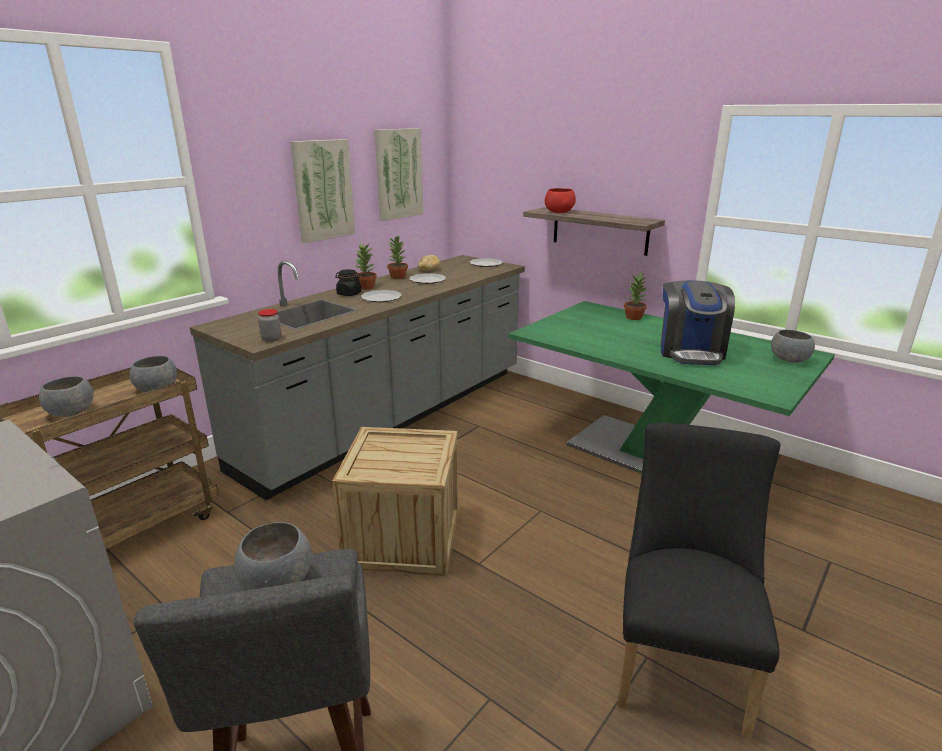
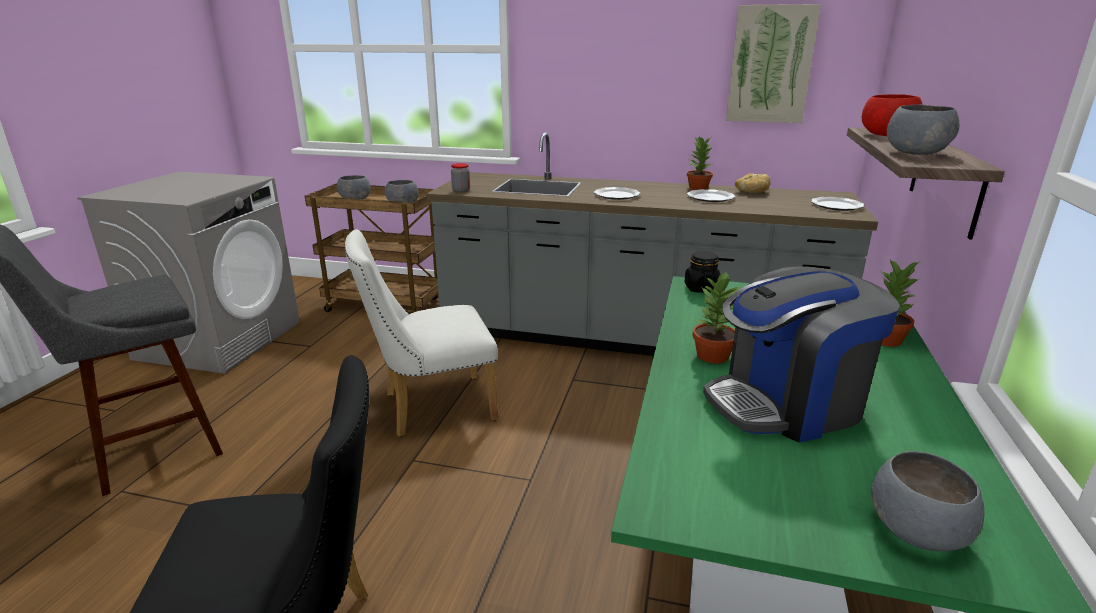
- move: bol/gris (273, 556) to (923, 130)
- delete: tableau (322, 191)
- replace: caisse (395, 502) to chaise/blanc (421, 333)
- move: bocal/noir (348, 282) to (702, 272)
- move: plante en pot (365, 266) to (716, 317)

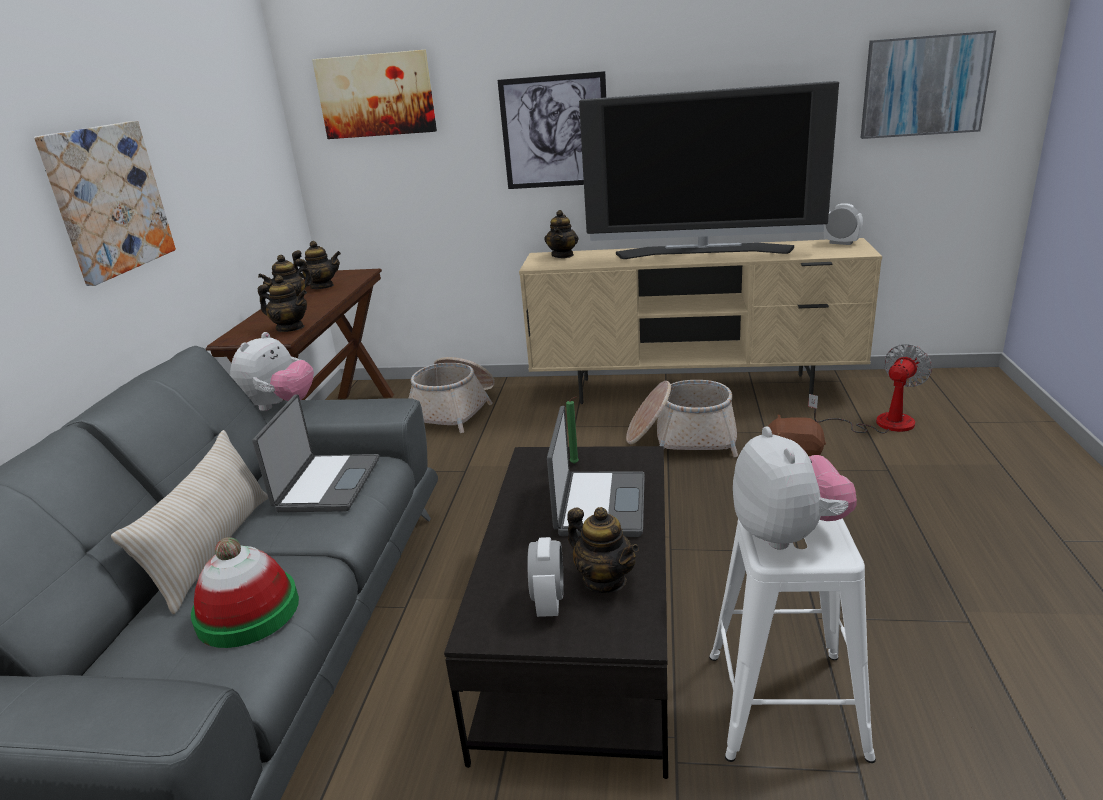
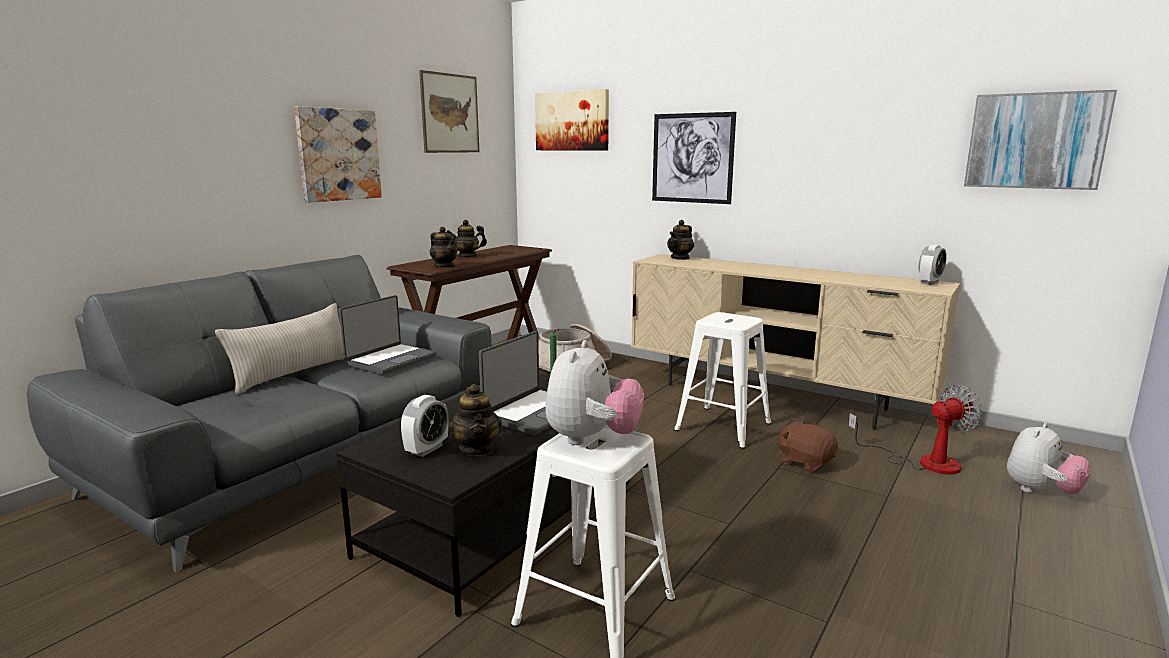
- delete: chapeau (245, 592)
- move: peluche (272, 371) to (1049, 458)
- delete: théière (316, 265)
- delete: téléviseur (709, 170)
- replace: panier (682, 418) to tabouret/blanc (723, 380)
- rotate: réveil (843, 224) = (933, 265) 75 degrees clockwise
- insert: tableau (449, 111)

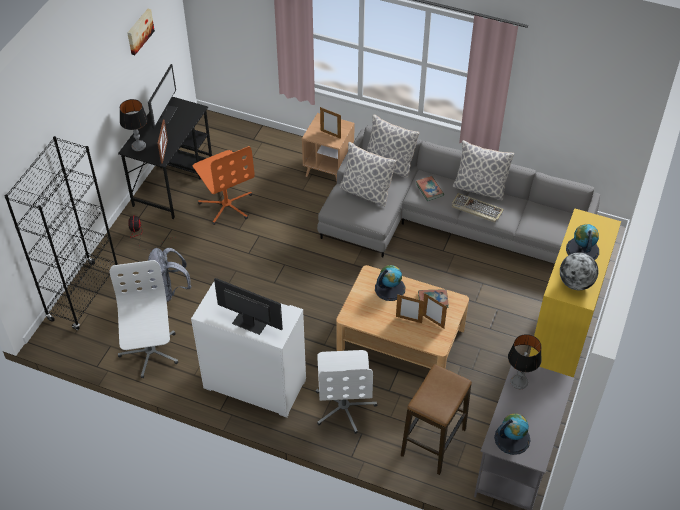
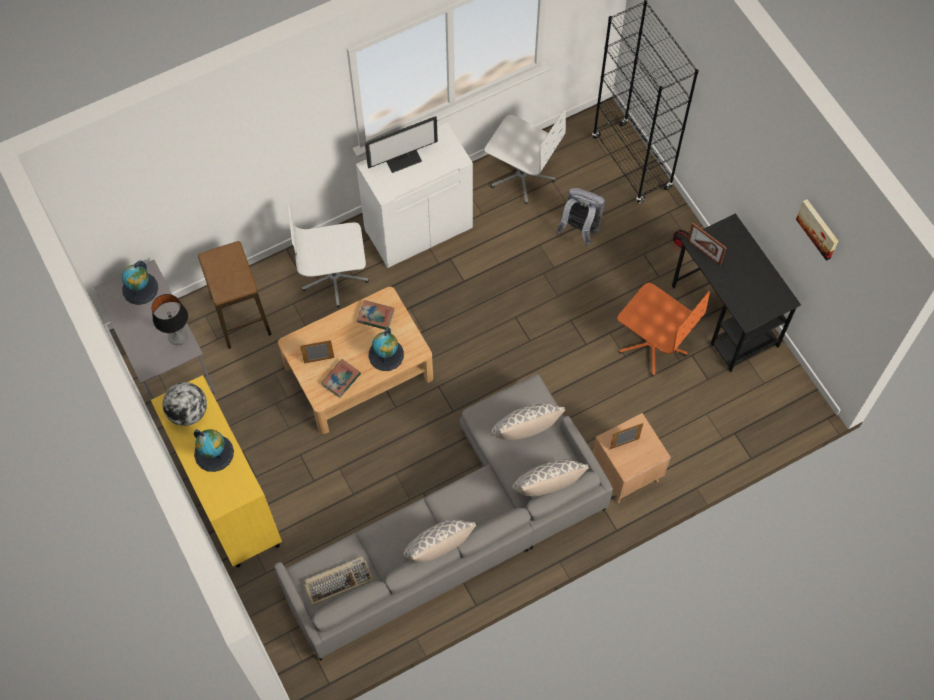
- delete: lampe de table (134, 125)
- delete: écran d'ordinateur (162, 96)
- rotate: chaise de bureau/orange (224, 185) = (664, 329) 150 degrees counterclockwise
- rotate: chaise de bureau/blanc (346, 392) = (328, 255) 45 degrees counterclockwise
- delete: cadre photo (410, 308)
- move: livre (430, 188) to (376, 315)
- move: clavier (477, 208) to (339, 581)

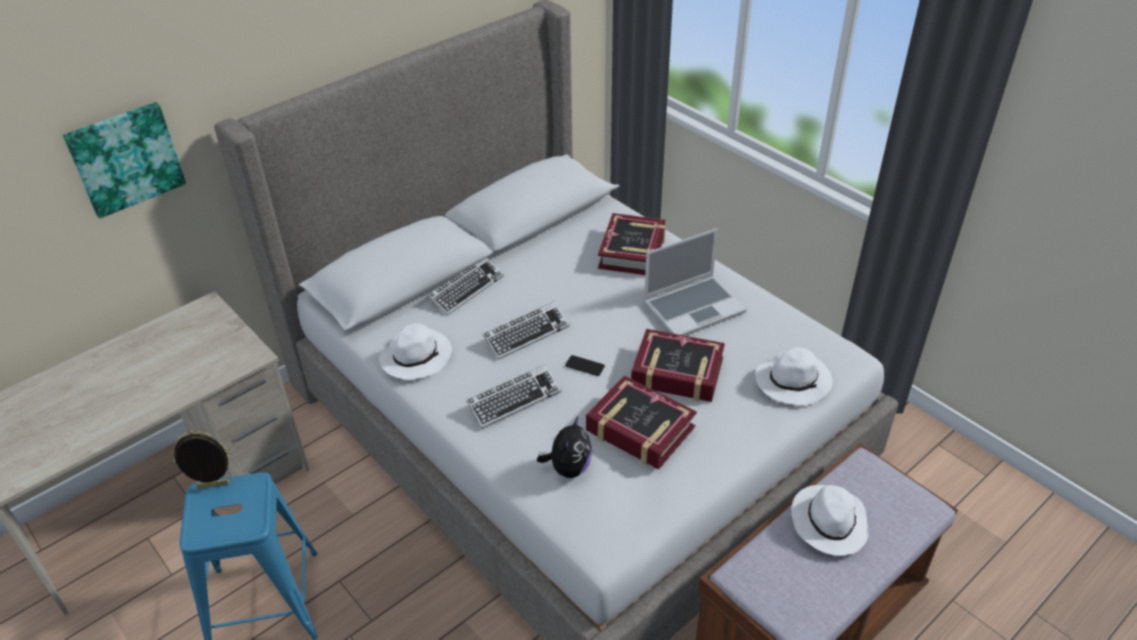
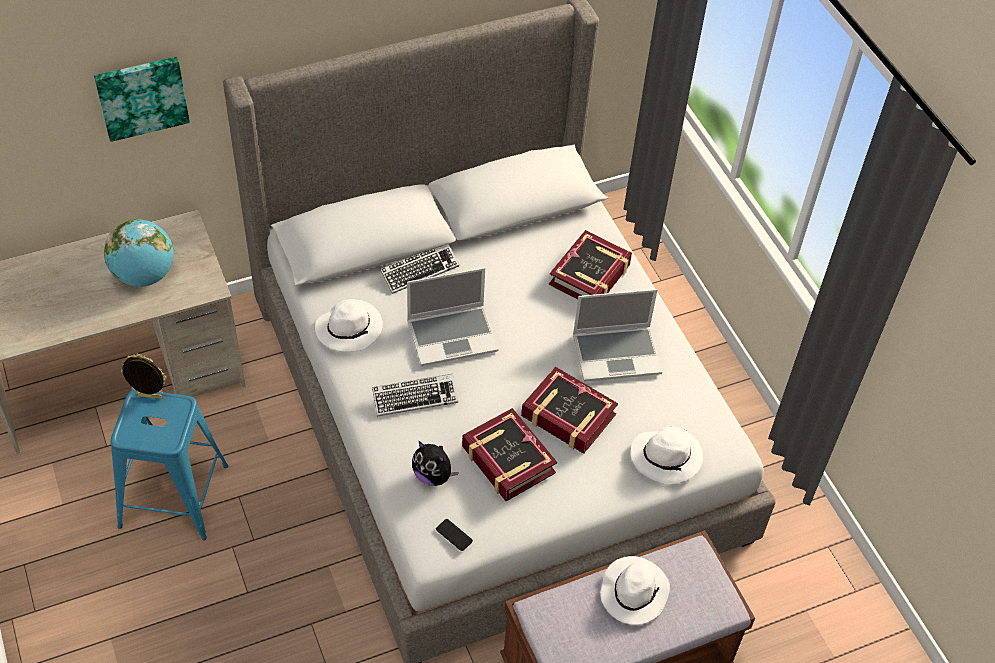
- replace: clavier (526, 331) to ordinateur portable (452, 316)
- rotate: peluche (564, 447) = (435, 463) 90 degrees clockwise
- move: téléphone (585, 365) to (454, 535)
- insert: globe (139, 253)

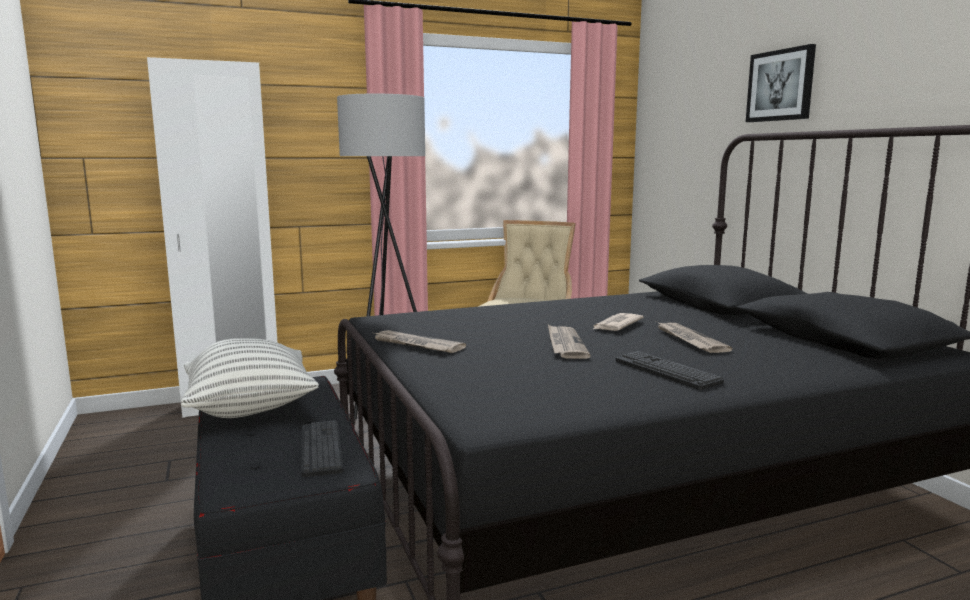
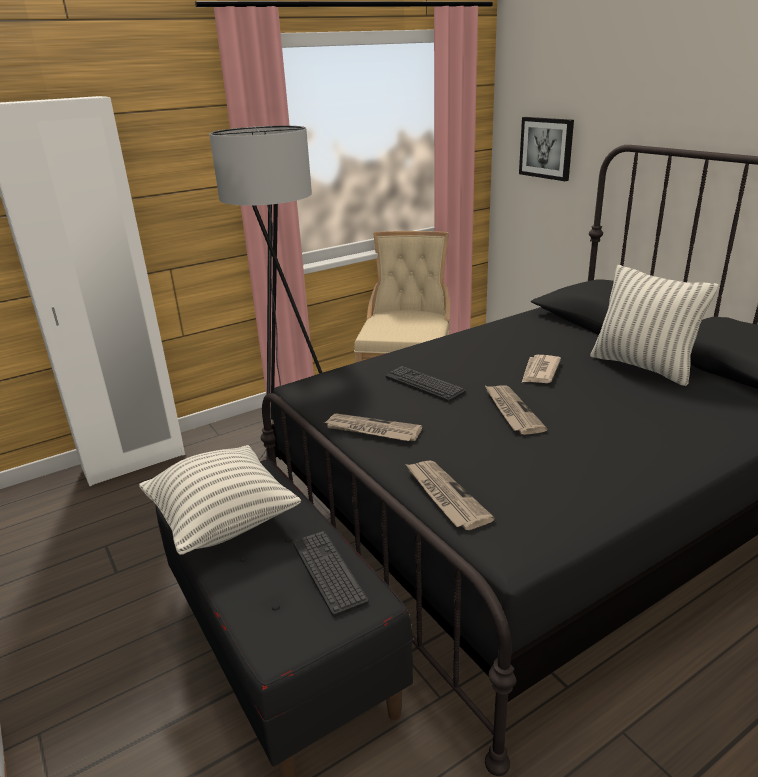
- move: clavier (670, 370) to (425, 384)
- move: journal (694, 337) to (450, 495)
- move: tableau (781, 83) to (546, 149)
- insert: coussin (654, 325)

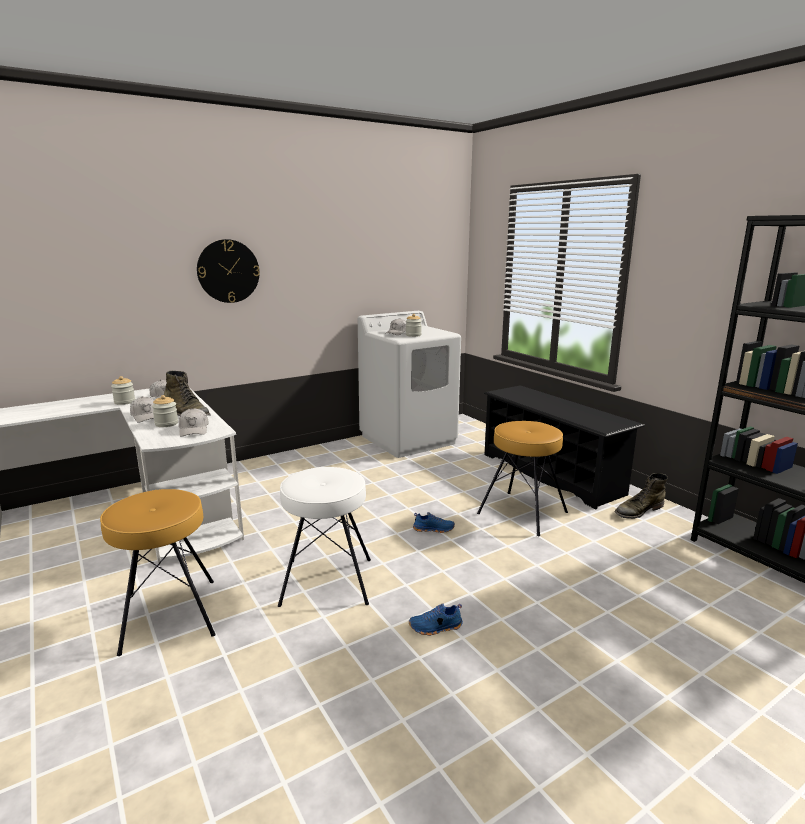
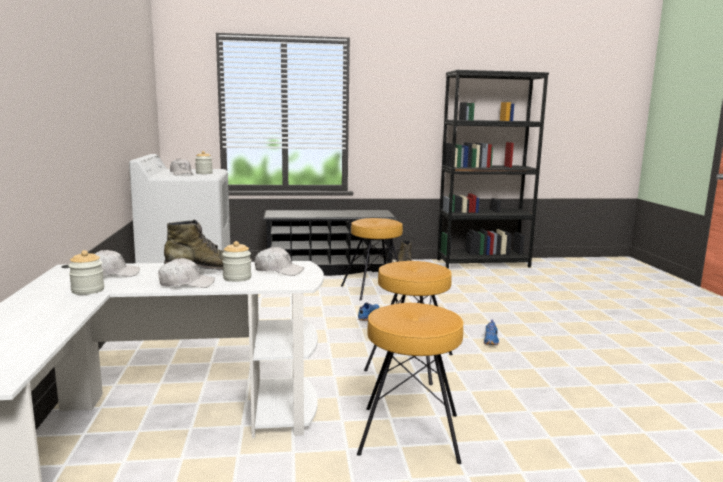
- delete: horloge murale (228, 271)
- recolor: tabouret/blanc (324, 537) to tabouret/marron (408, 323)

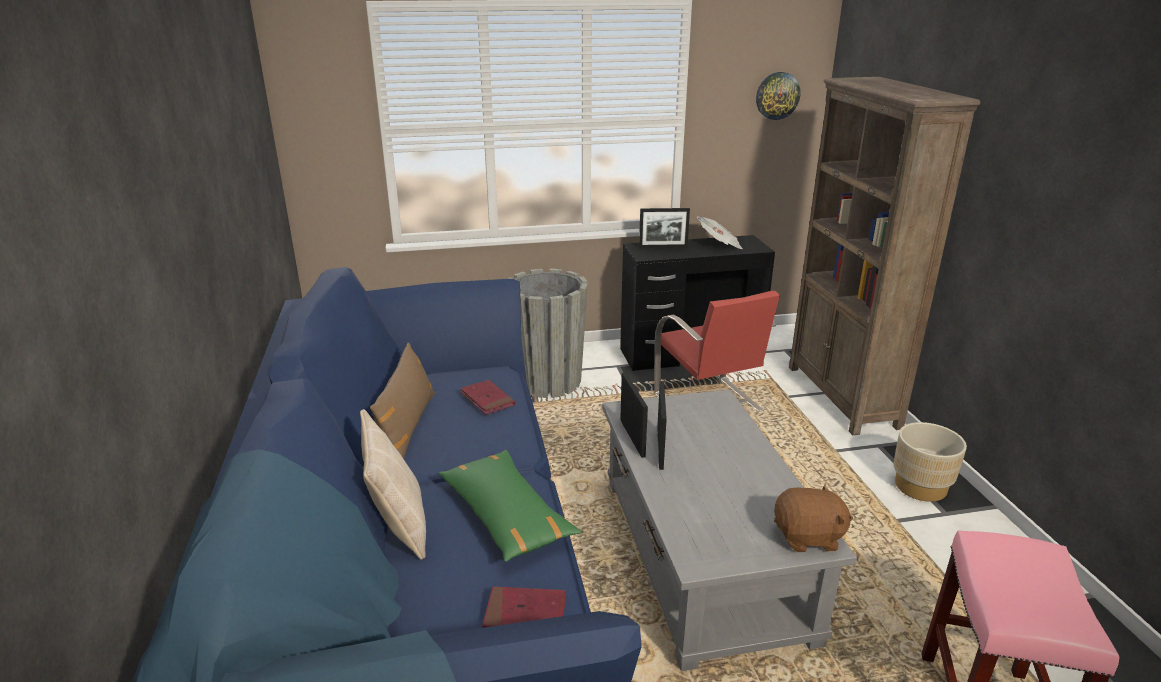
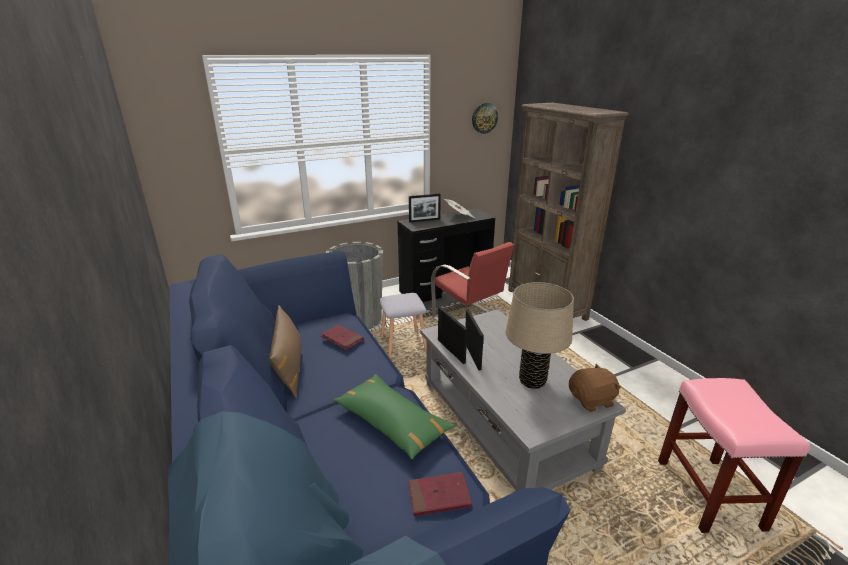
- delete: coussin/beige (393, 484)
- delete: cache-pot/beige (930, 462)
- insert: tabouret/gris (403, 325)
- insert: lampe de table/beige (540, 335)

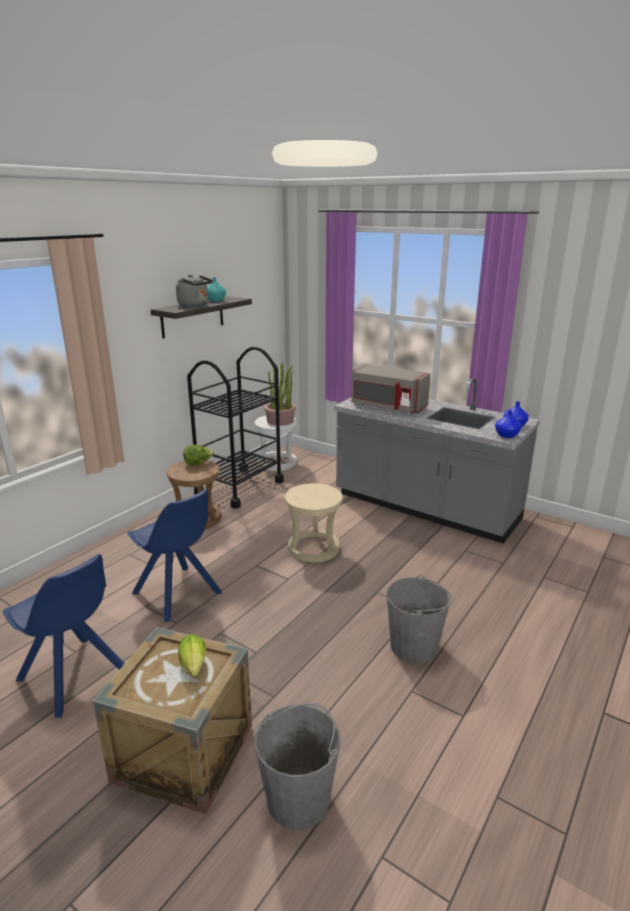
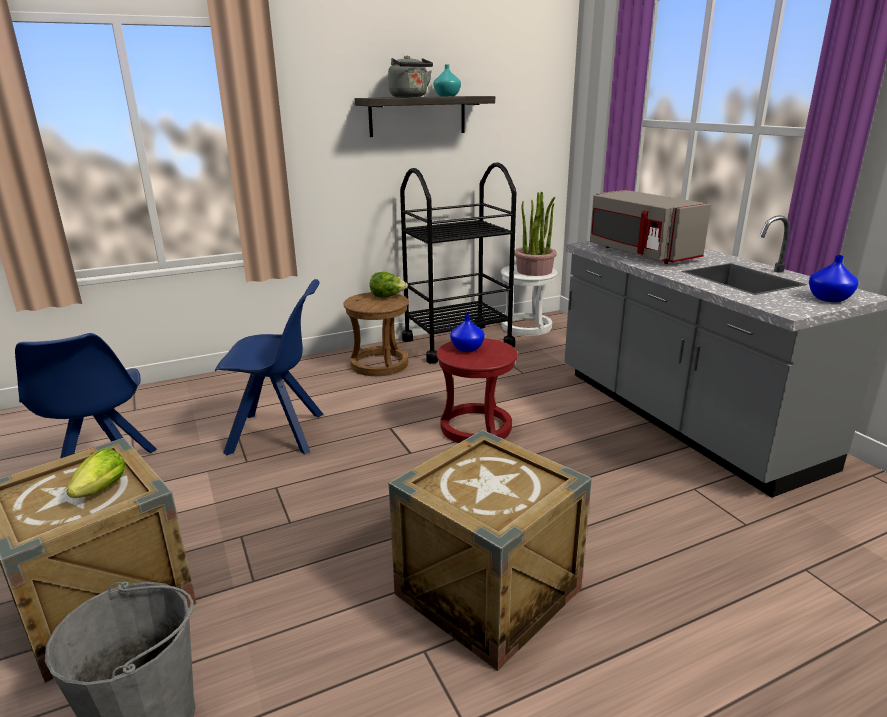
- rotate: chaise/bleu (175, 555) = (269, 367) 75 degrees counterclockwise
- recolor: tabouret/beige (314, 523) to tabouret/rouge (477, 390)
- replace: seau/gris (420, 619) to caisse (490, 550)
- move: vase/bleu (508, 424) to (467, 333)

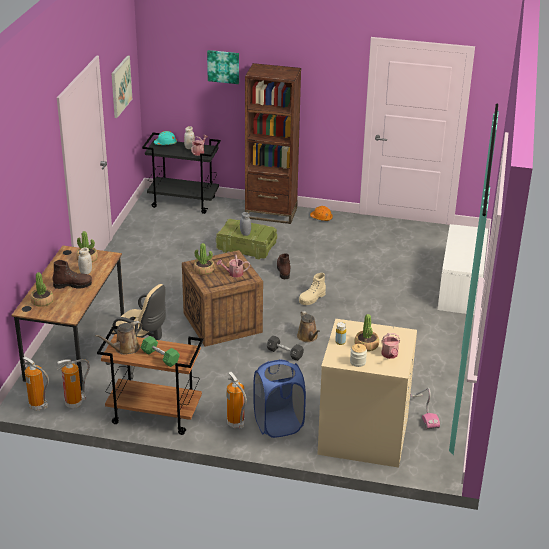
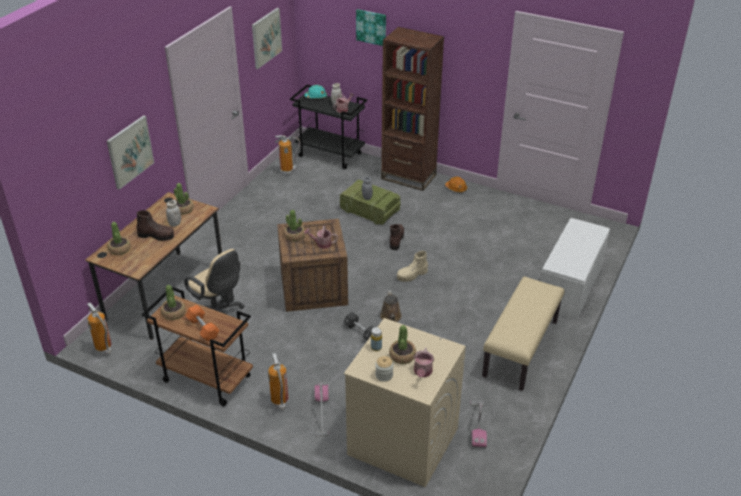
- move: extincteur (73, 383) to (287, 155)
- replace: arrosoir/marron (118, 338) to plante en pot (173, 302)
- recolor: haltère/vert (160, 351) to haltère/orange (202, 323)
- replace: panier à linge/bleu (279, 398) to aspirateur (322, 409)
- insert: tableau (130, 152)
- insert: banc/beige (523, 333)

